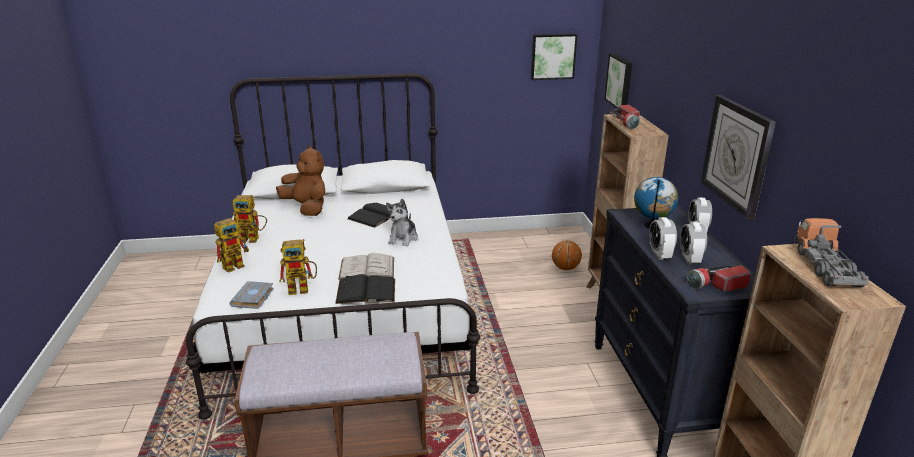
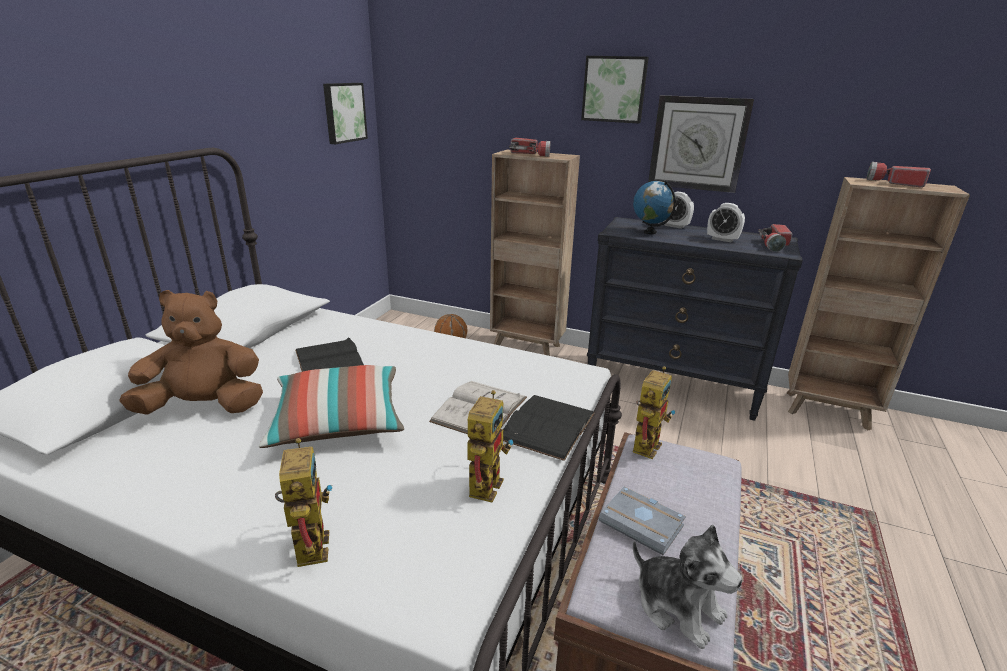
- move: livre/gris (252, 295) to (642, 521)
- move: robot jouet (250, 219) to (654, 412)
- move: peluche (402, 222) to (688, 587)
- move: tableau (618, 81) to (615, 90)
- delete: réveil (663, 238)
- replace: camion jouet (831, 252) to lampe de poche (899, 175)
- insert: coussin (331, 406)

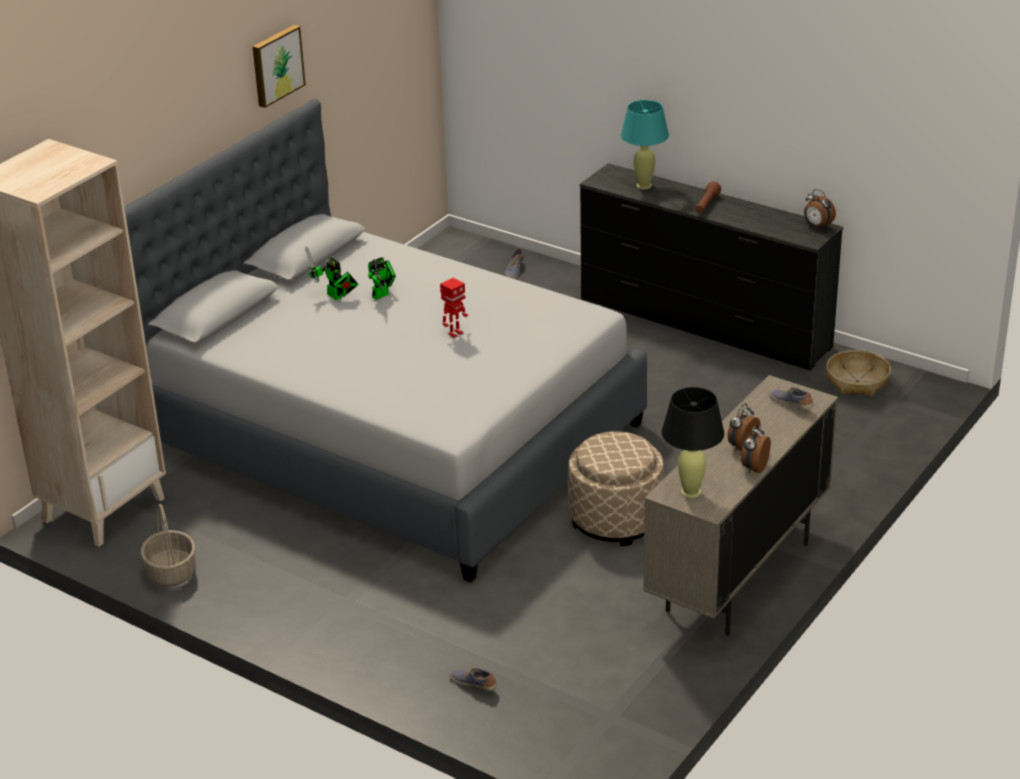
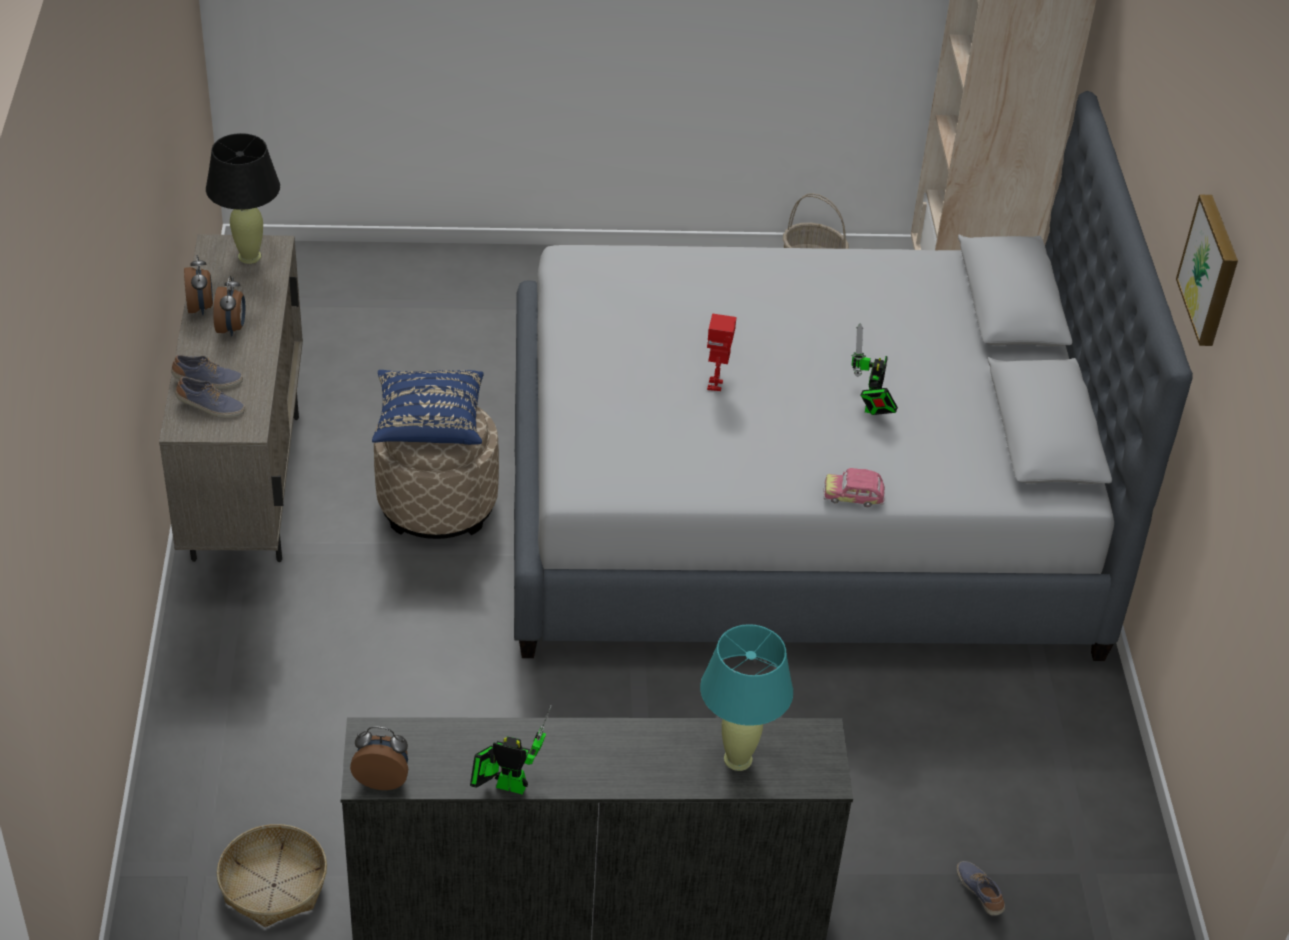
- move: robot jouet (331, 273) to (511, 750)
- move: chaussure (473, 679) to (207, 372)
- delete: lampe de poche/marron (708, 198)
- insert: coussin/bleu (428, 407)
- insert: petite voiture (854, 487)

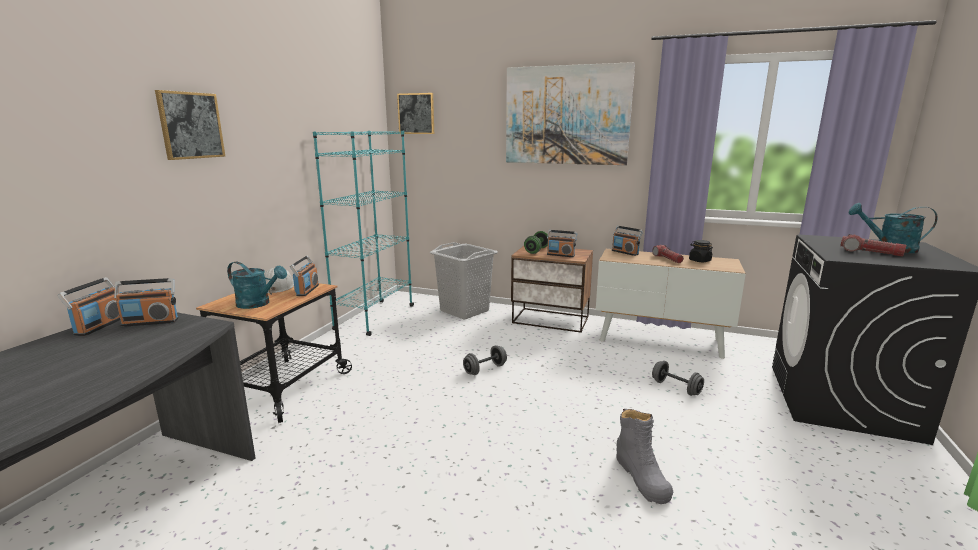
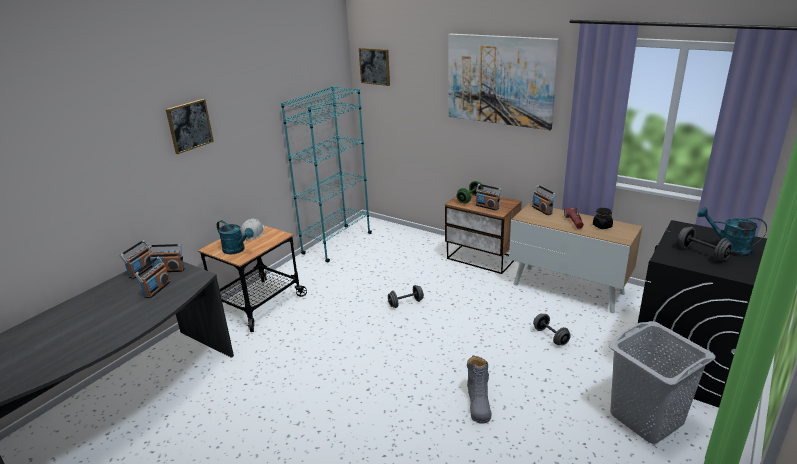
- move: radio (304, 275) to (152, 277)
- move: panier à linge/gris (463, 281) to (662, 382)
- replace: lampe de poche (873, 245) to haltère/gris (705, 244)

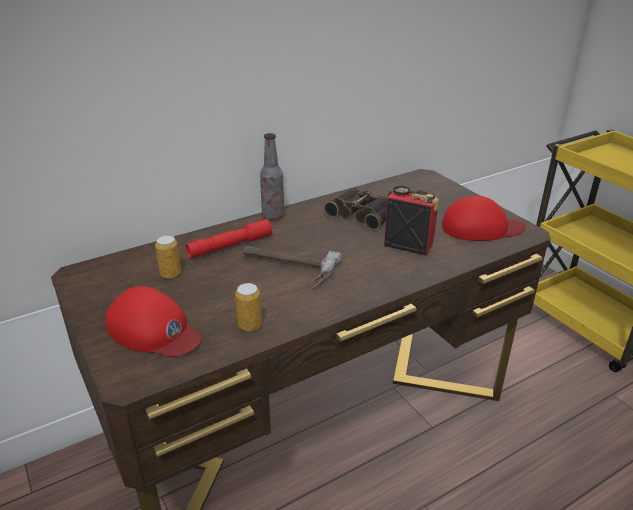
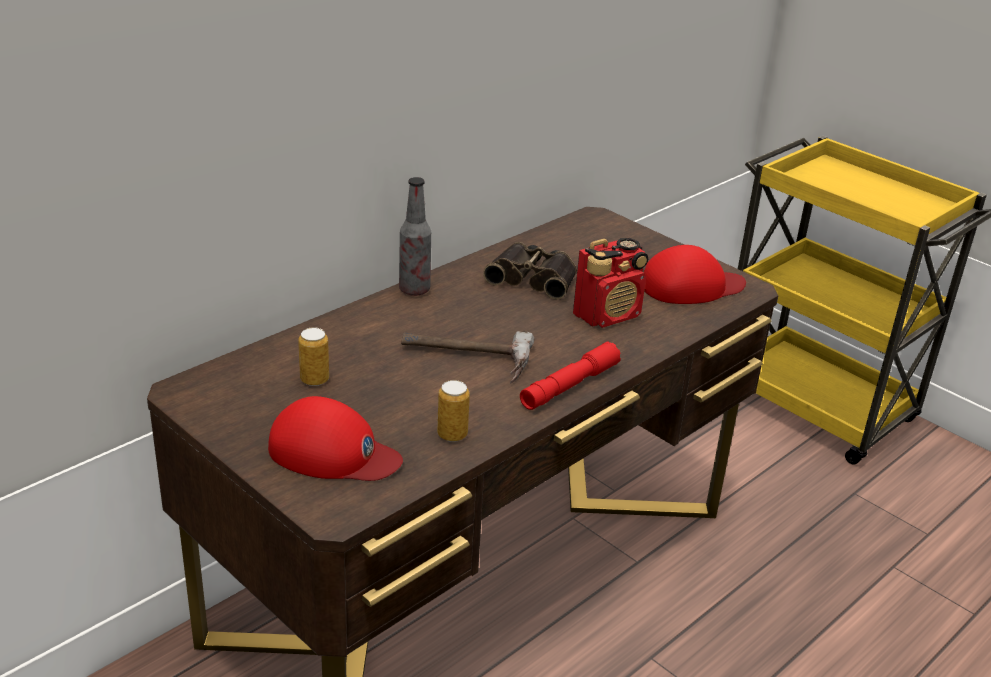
- move: lampe de poche/rouge (229, 238) to (570, 375)
- rotate: radio (411, 220) = (610, 283) 135 degrees clockwise

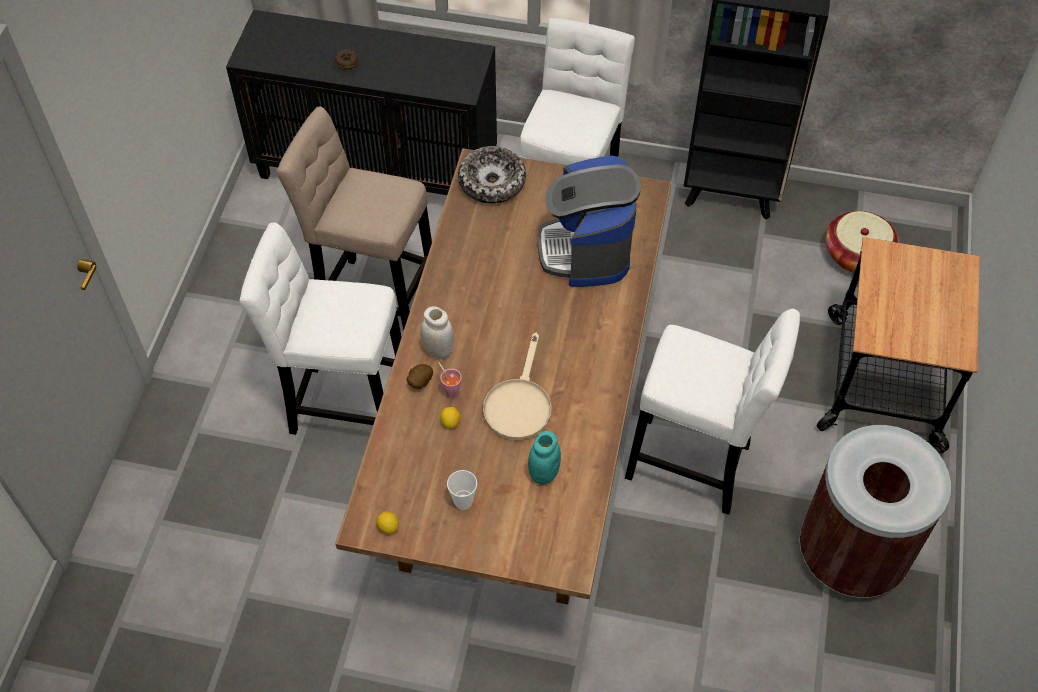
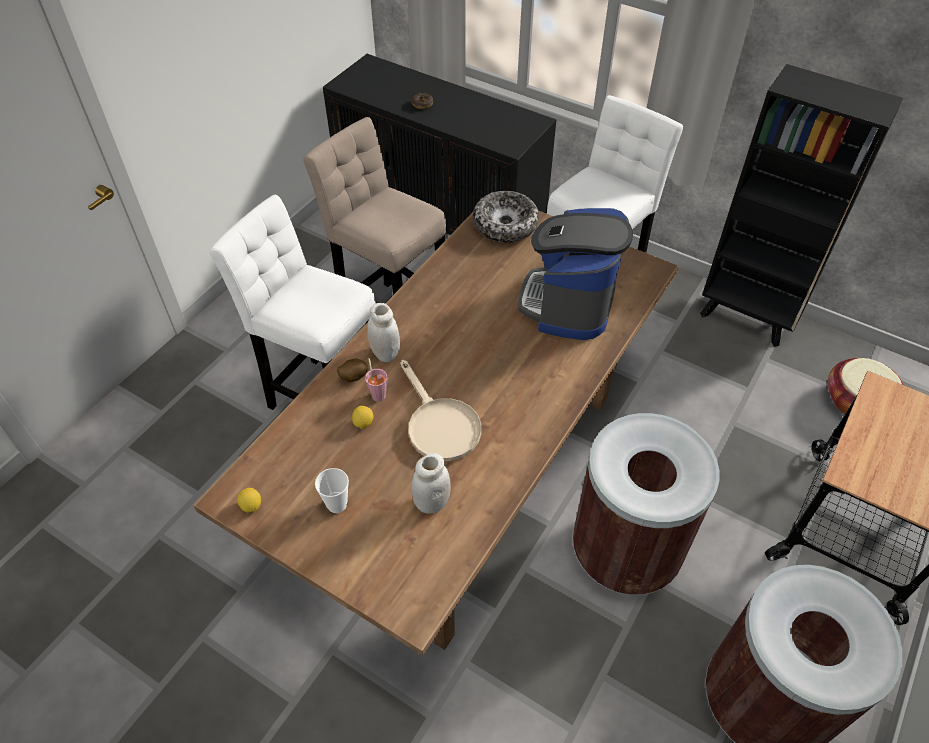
- rotate: poêle/beige (517, 386) = (440, 410) 60 degrees counterclockwise
- recolor: bocal/turquoise (544, 458) to bocal/blanc (431, 483)
- replace: tabouret/blanc (712, 412) to poubelle/marron (646, 504)

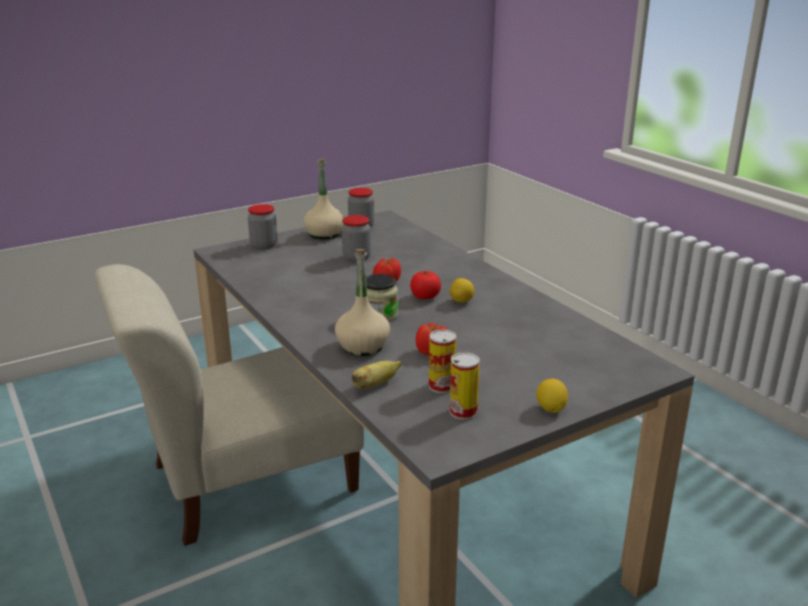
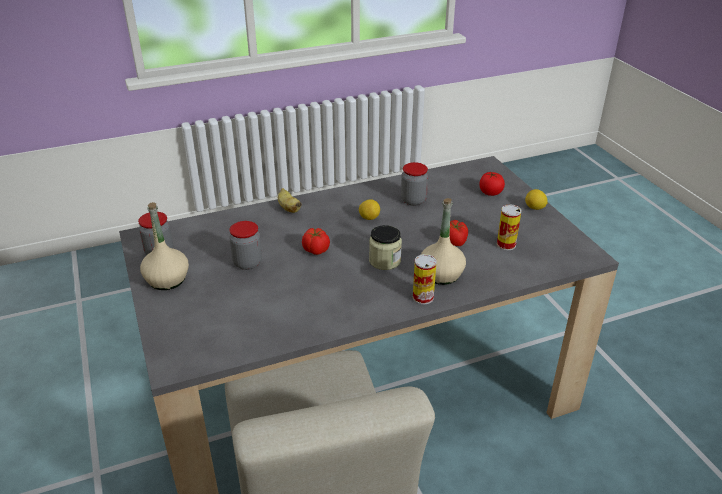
- move: bocal (262, 226) to (414, 184)
- move: banane (377, 375) to (290, 200)
- move: tomate (425, 285) to (492, 184)
- move: boîte métallique (464, 386) to (424, 279)

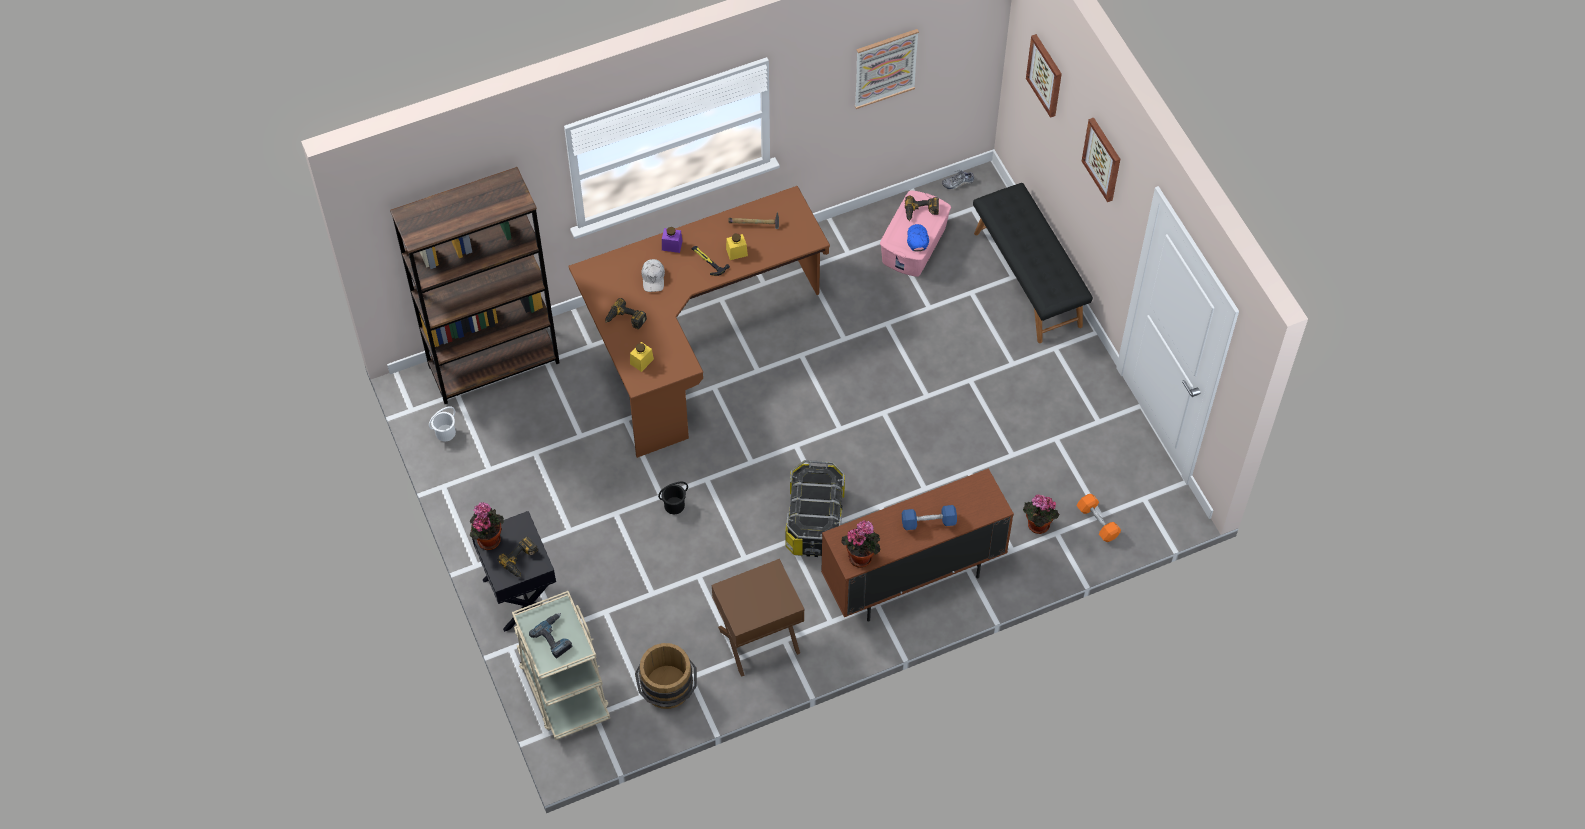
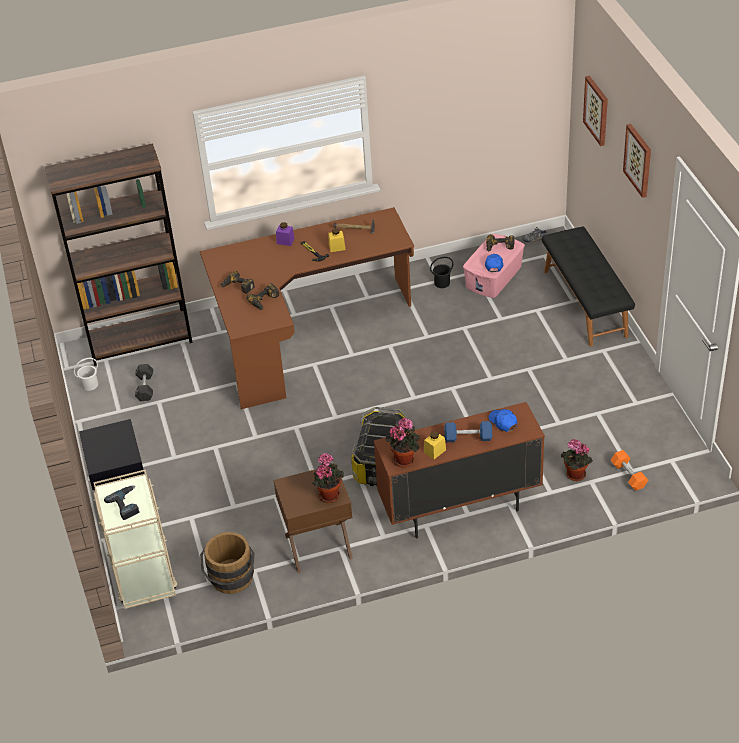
- move: plante en pot (487, 526) to (328, 478)
- move: perceuse (517, 556) to (262, 296)
- move: bocal/jaune (642, 357) to (435, 445)
- delete: casquette/blanc (653, 275)
- move: seau/noir (673, 498) to (441, 272)
- delete: tableau (887, 69)
- insert: haltère/noir (144, 382)
- insert: casquette/bleu (502, 420)

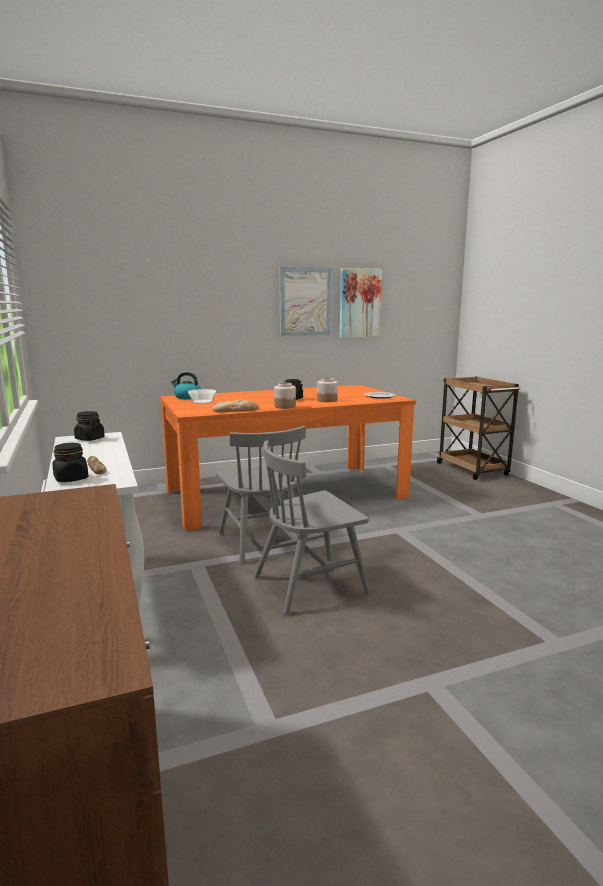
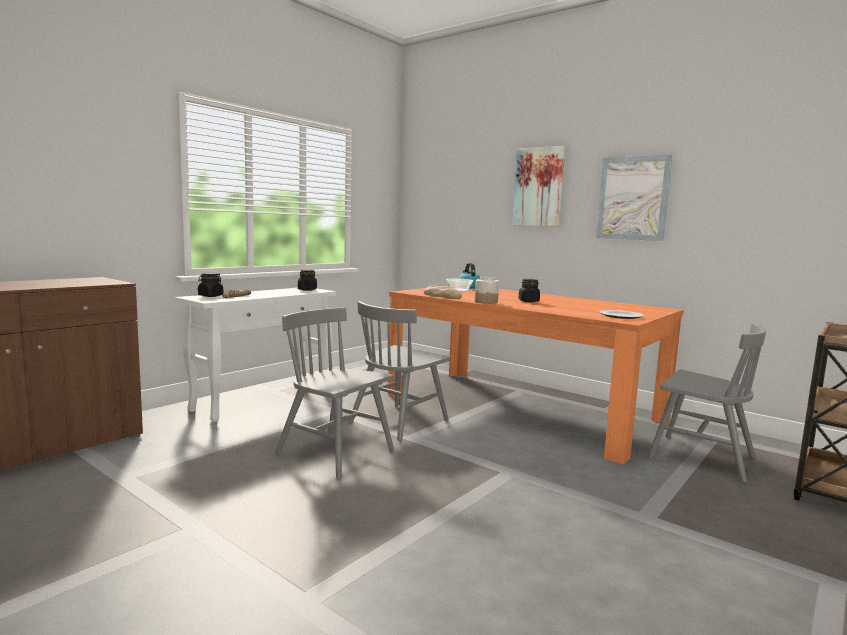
- delete: bocal (327, 390)
- move: tableau (361, 303) to (538, 186)
- insert: chaise/gris (707, 403)

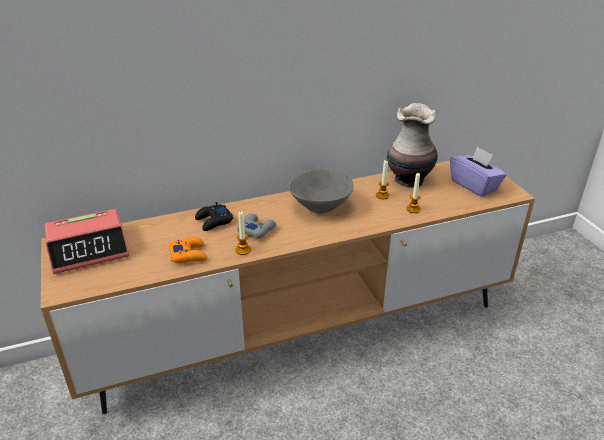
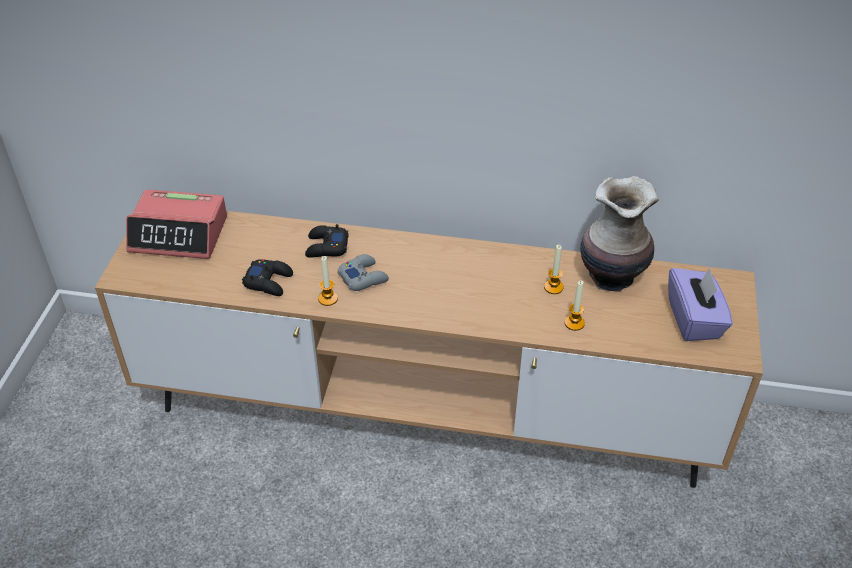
- recolor: manette/orange (188, 250) to manette/noir (267, 277)
- delete: bol/gris (321, 191)

